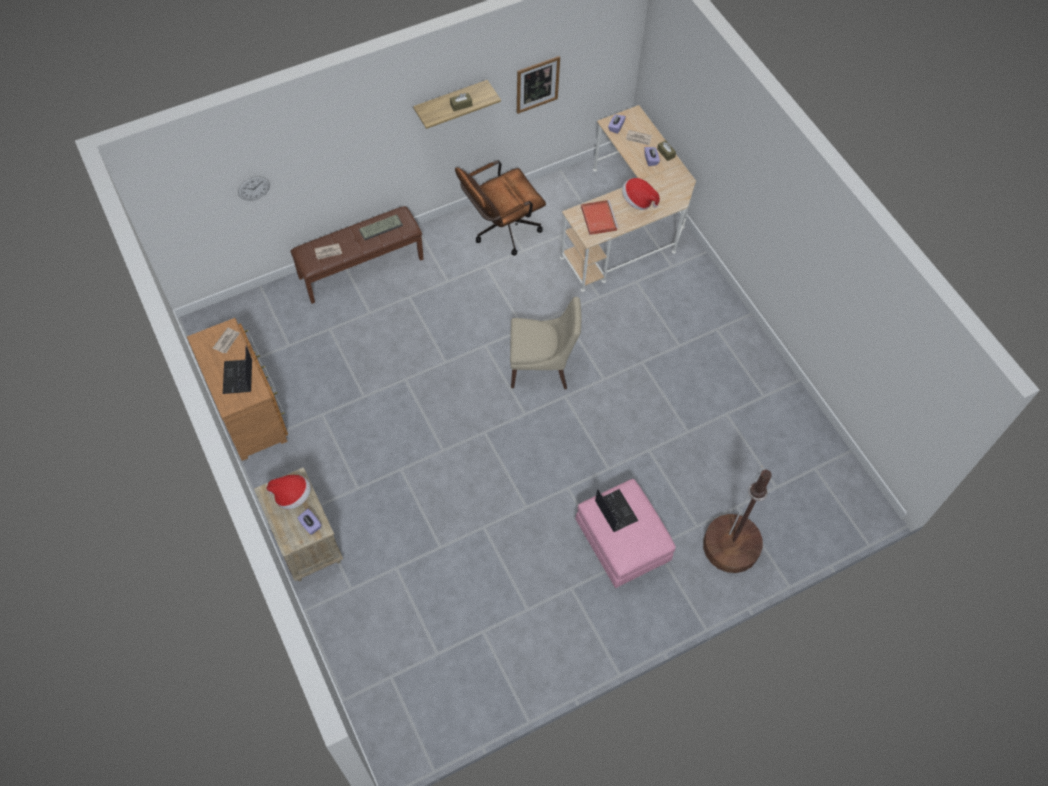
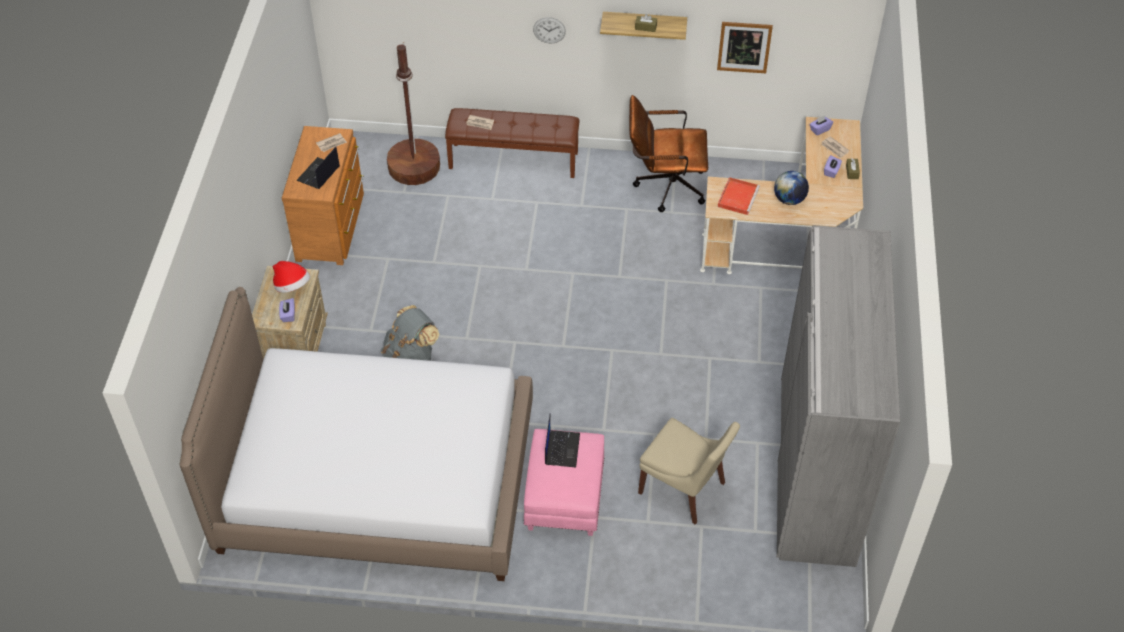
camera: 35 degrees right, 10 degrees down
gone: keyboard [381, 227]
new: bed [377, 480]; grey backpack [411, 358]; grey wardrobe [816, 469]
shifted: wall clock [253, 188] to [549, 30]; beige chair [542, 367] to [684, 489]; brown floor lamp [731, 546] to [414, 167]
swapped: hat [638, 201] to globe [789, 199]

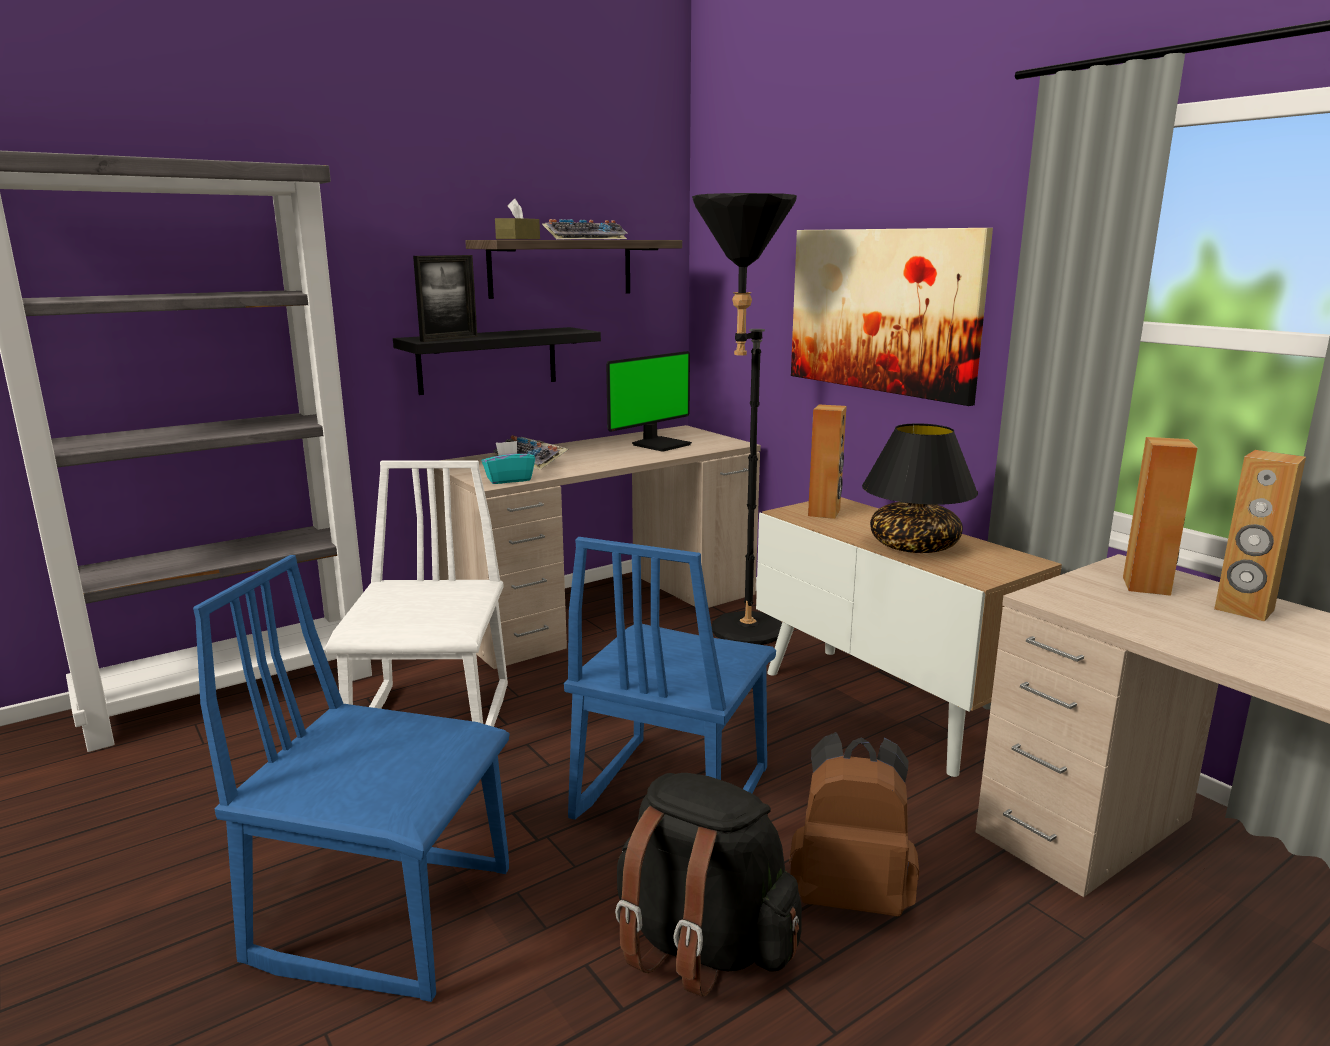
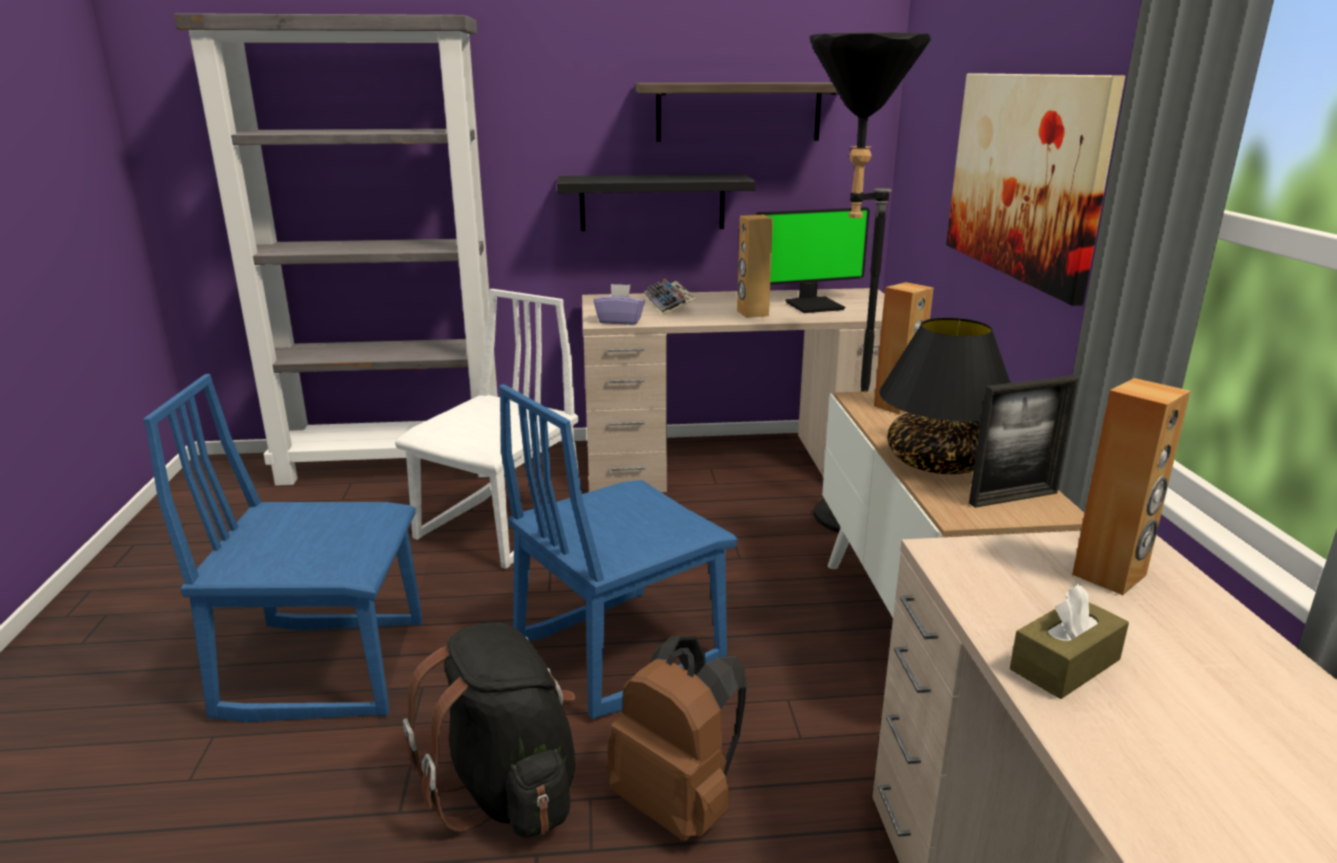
camera: 30 degrees right, 5 degrees up
gone: keyboard [585, 239]
shifted: picture frame [449, 339] to [1013, 498]; brown tissue box [518, 239] to [1065, 664]; brown speaker [1244, 610] to [752, 313]
repainted: turquoise tissue box [509, 480] to purple tissue box [620, 321]
rotated: blue chair [385, 913] = [325, 667] 45 degrees counterclockwise

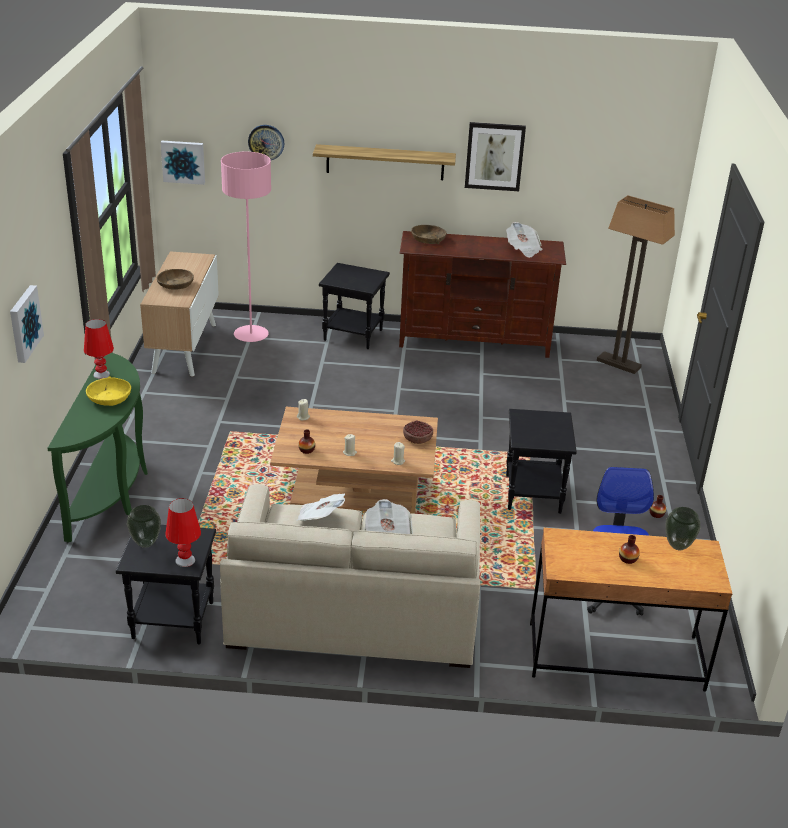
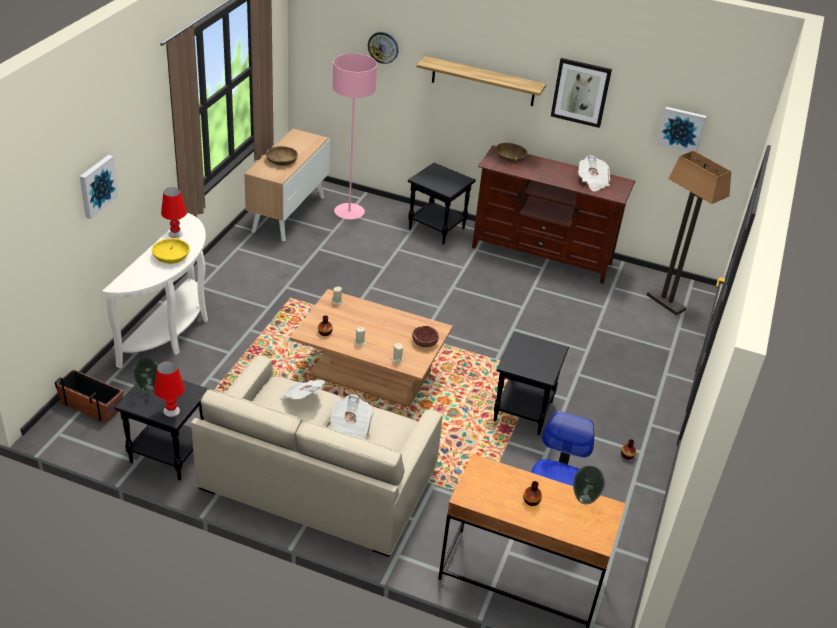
camera: 15 degrees right, 5 degrees up
new: planter [91, 406]
shifted: picture [183, 161] to [681, 129]
repainted: green console table [112, 491] to white console table [172, 331]

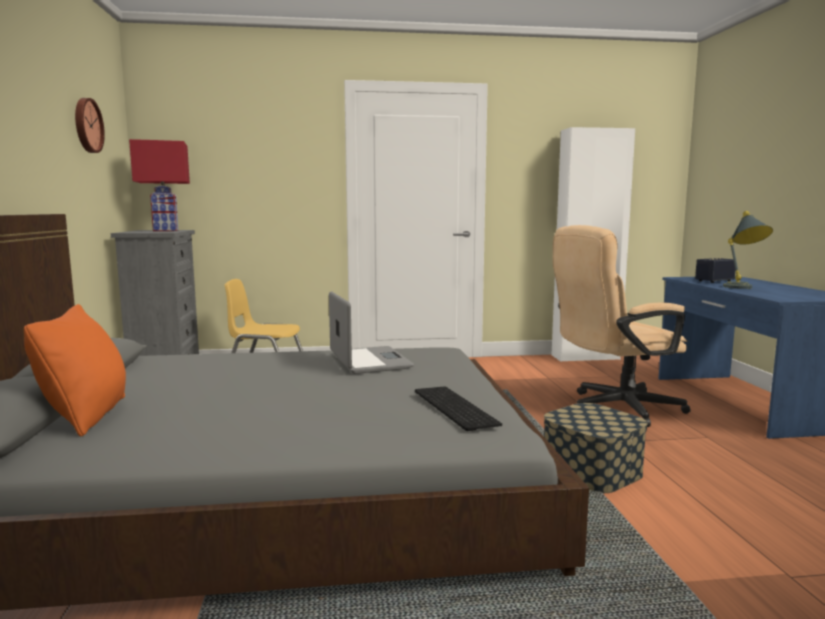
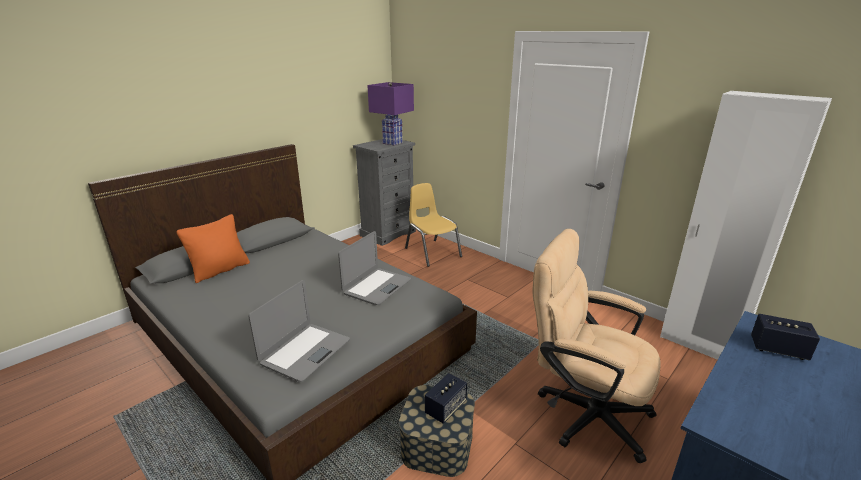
camera: 50 degrees right, 15 degrees up
gone: wall clock [87, 125]; grey table lamp [742, 288]
new: speaker [445, 408]
swapped: keyboard [452, 407] to laptop [305, 352]
repainted: red table lamp [165, 230] to purple table lamp [392, 143]

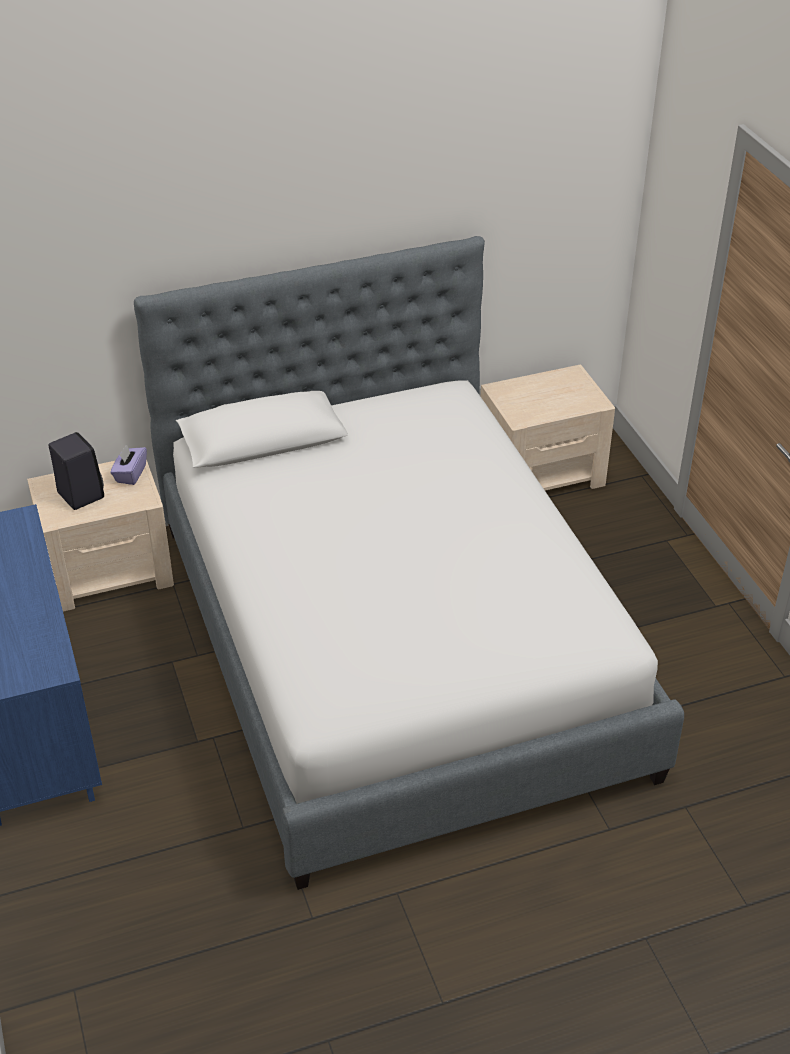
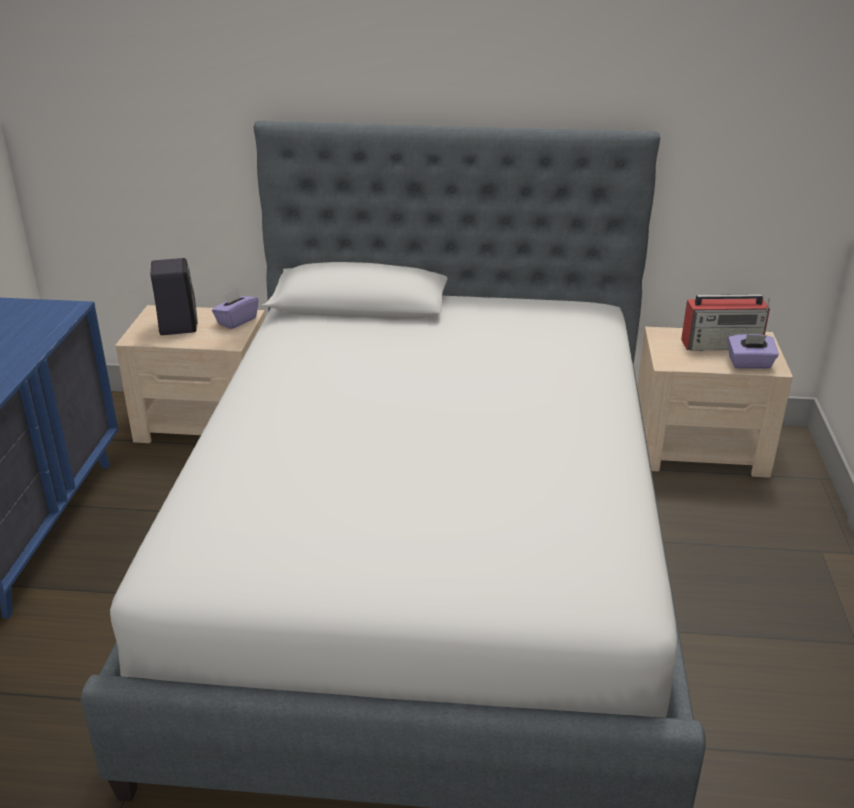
camera: 25 degrees right, 10 degrees down
new: radio [722, 344]; purple tissue box [749, 364]

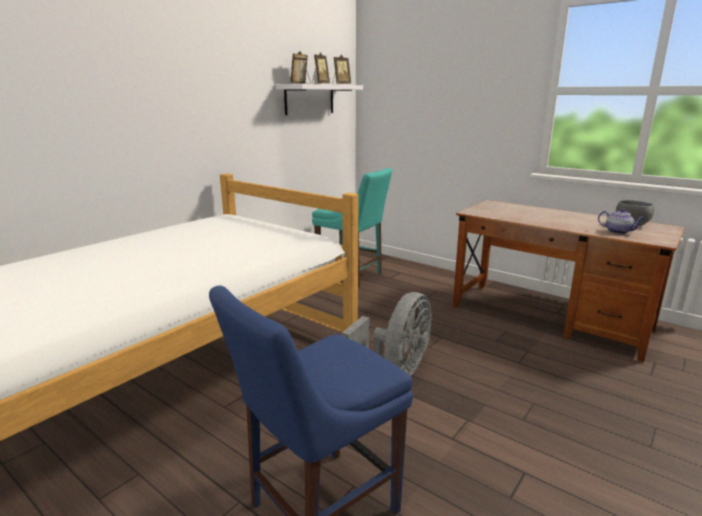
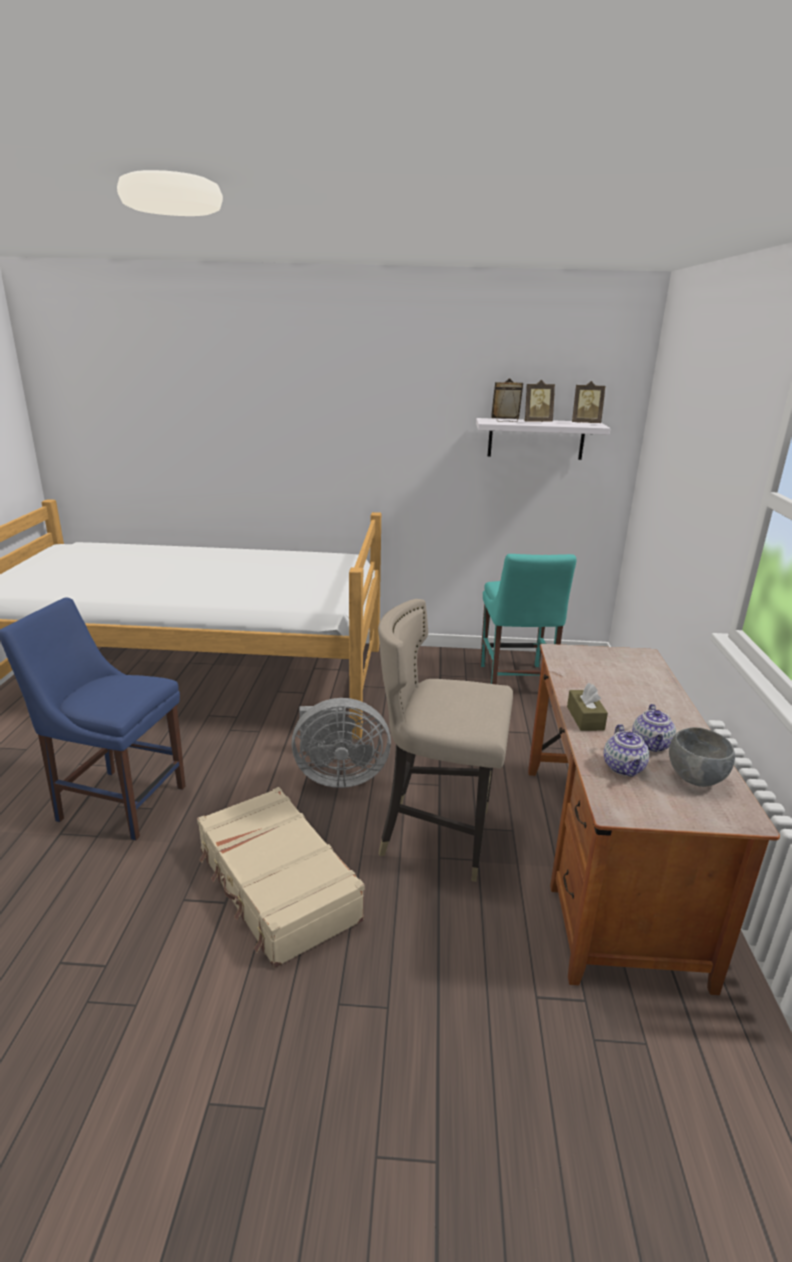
camera: 55 degrees right, 5 degrees up
new: beige suitcase [276, 886]; beige stool [438, 836]; brown tissue box [585, 718]; teapot [651, 745]

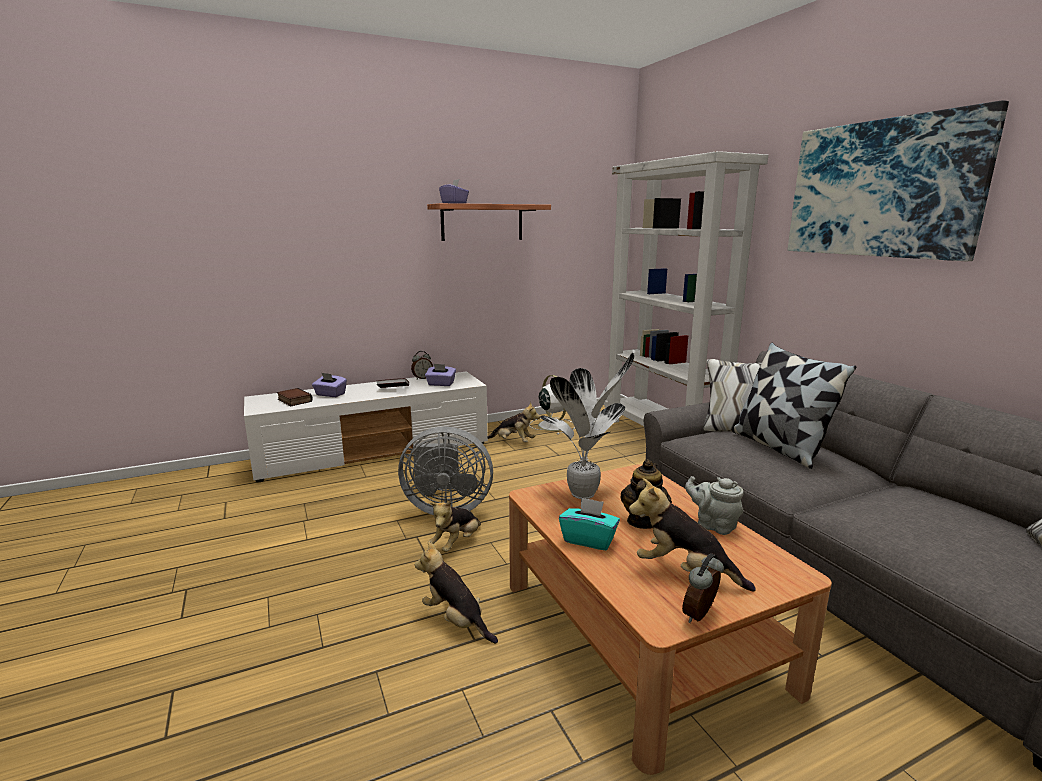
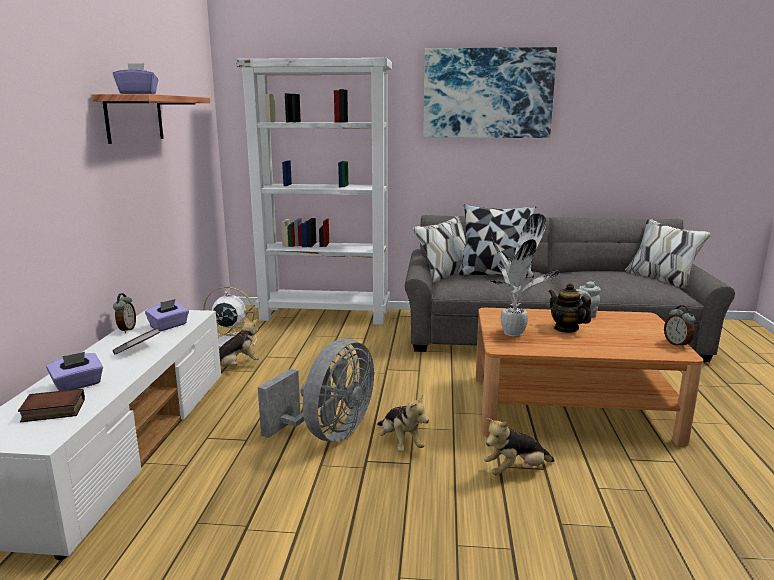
camera: 60 degrees left, 0 degrees up
gone: turquoise tissue box [589, 540]; plush toy [684, 573]

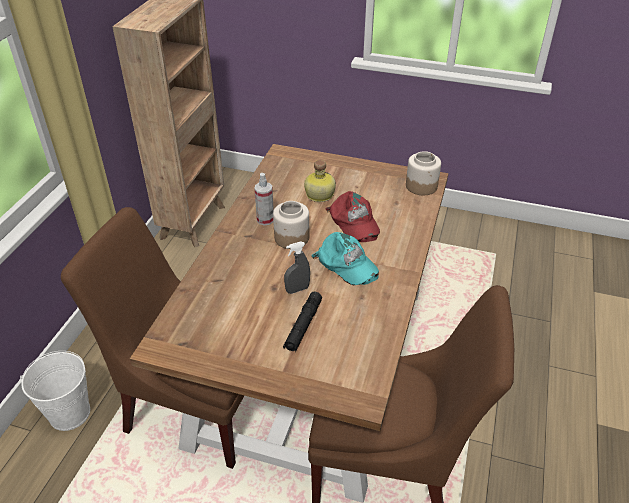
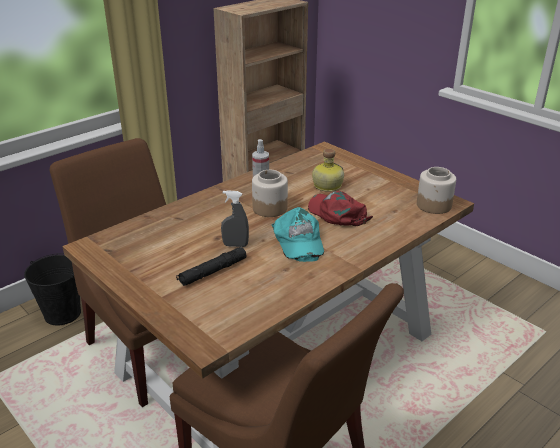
camera: 30 degrees right, 10 degrees down
repainted: white bucket [70, 413] to black bucket [62, 314]
rotated: red cap [353, 222] = [337, 213] 135 degrees clockwise

